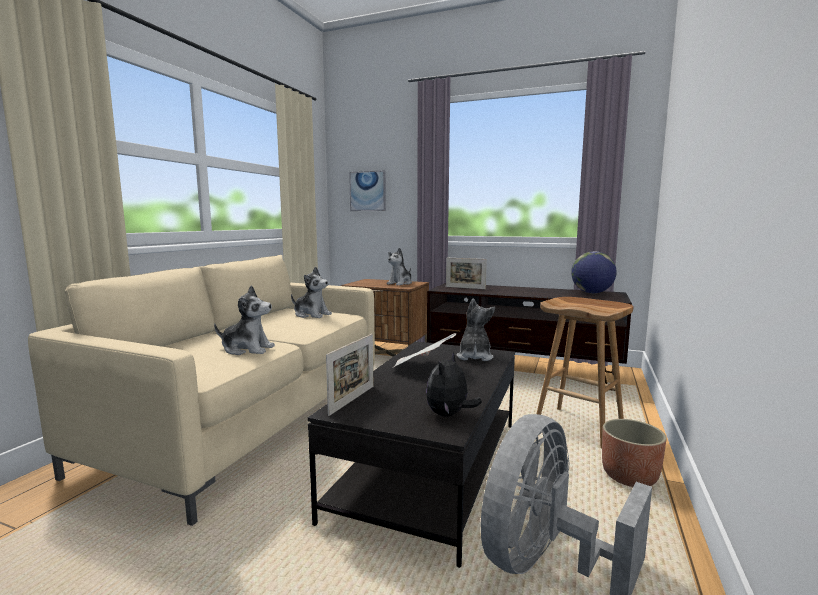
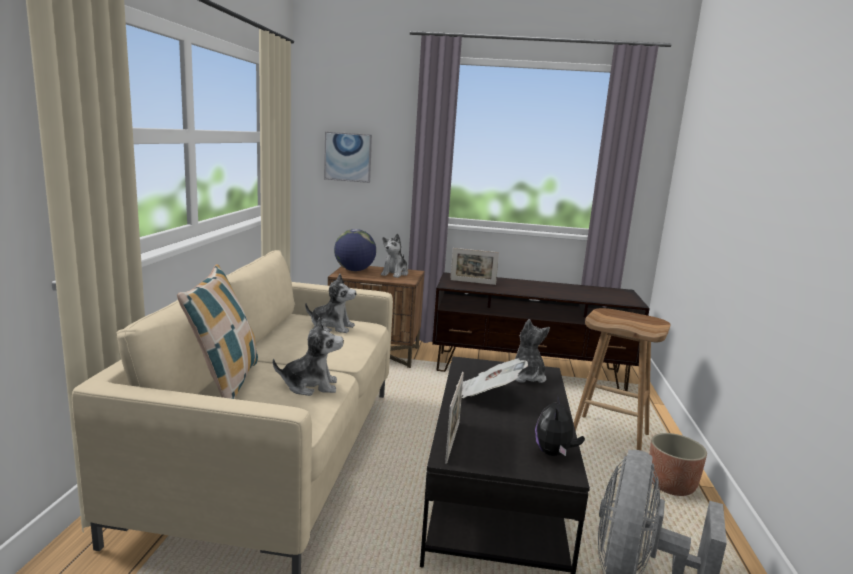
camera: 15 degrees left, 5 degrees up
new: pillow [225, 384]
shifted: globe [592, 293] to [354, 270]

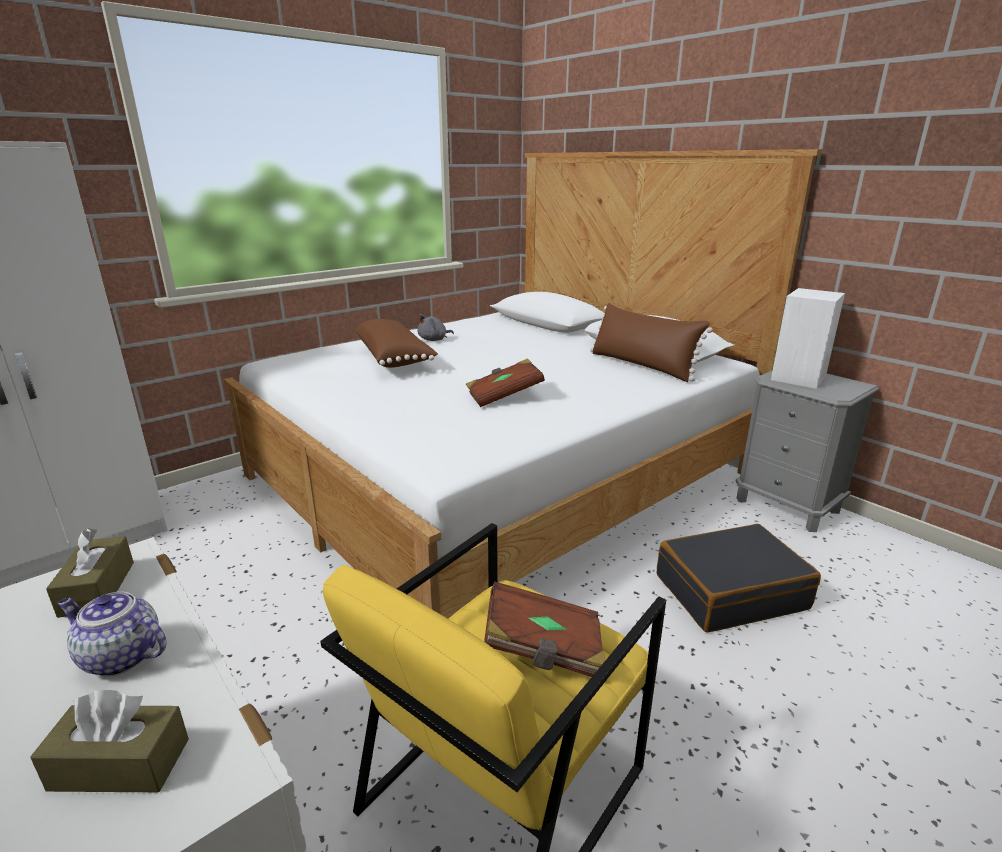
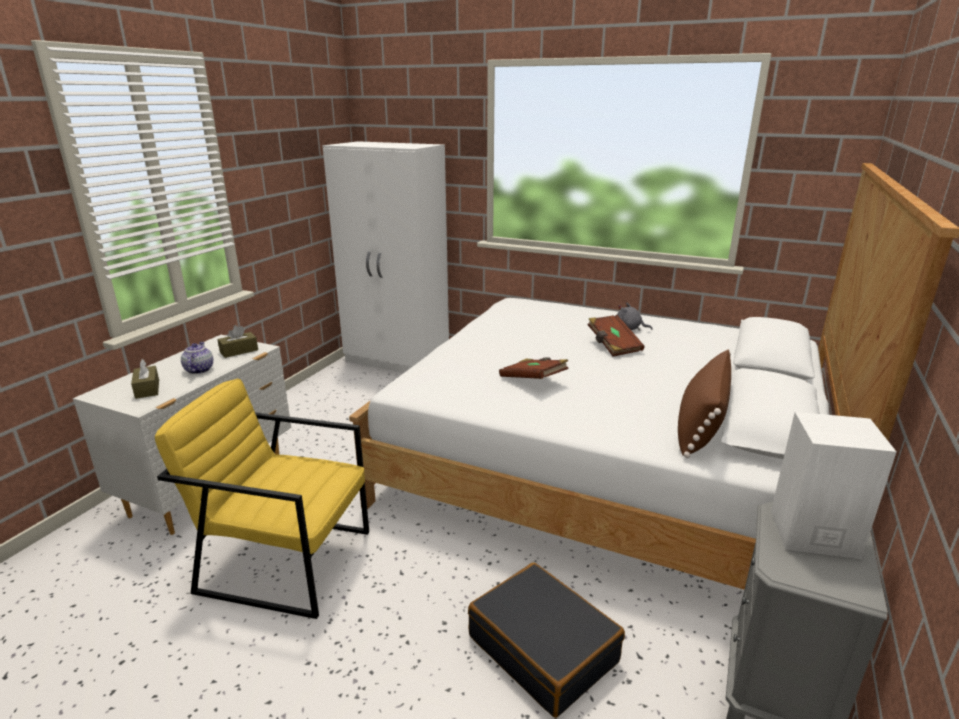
camera: 65 degrees right, 0 degrees up
gone: brown pillow [394, 358]
shifted: brown book [543, 649] to [613, 345]

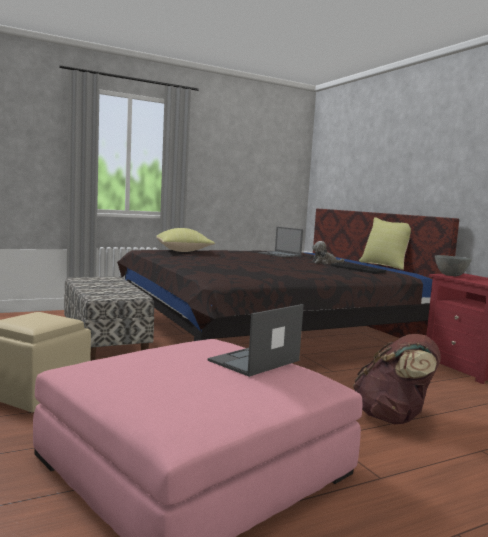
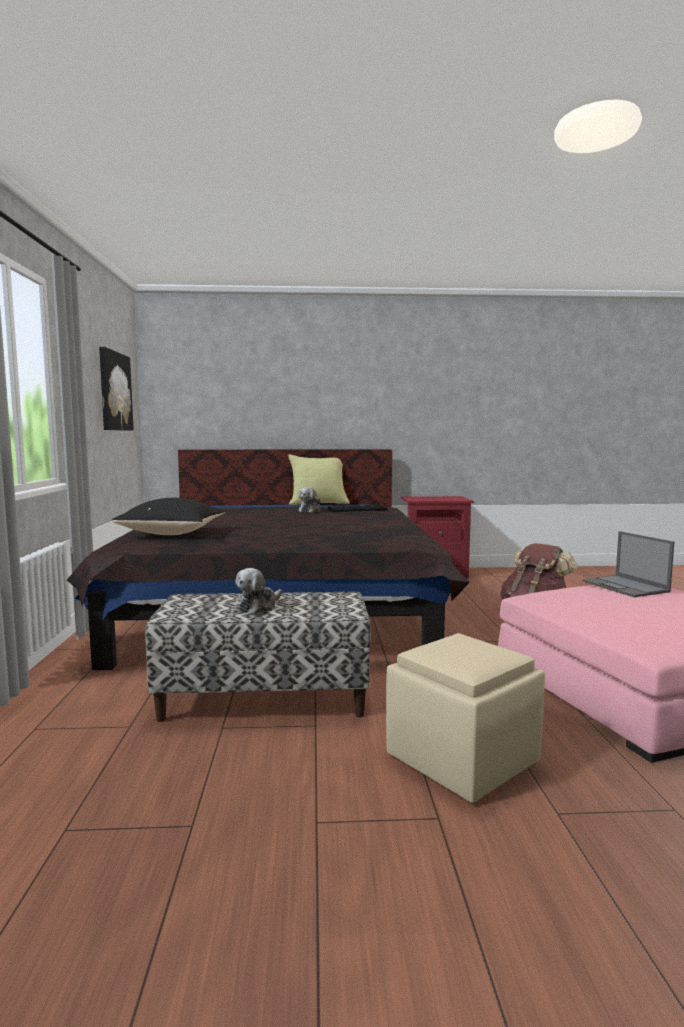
camera: 65 degrees left, 0 degrees up
gone: laptop [280, 254]; grey bowl [451, 275]
new: picture [114, 391]; plush toy [259, 606]
repainted: yellow pillow [184, 251] to black pillow [174, 534]

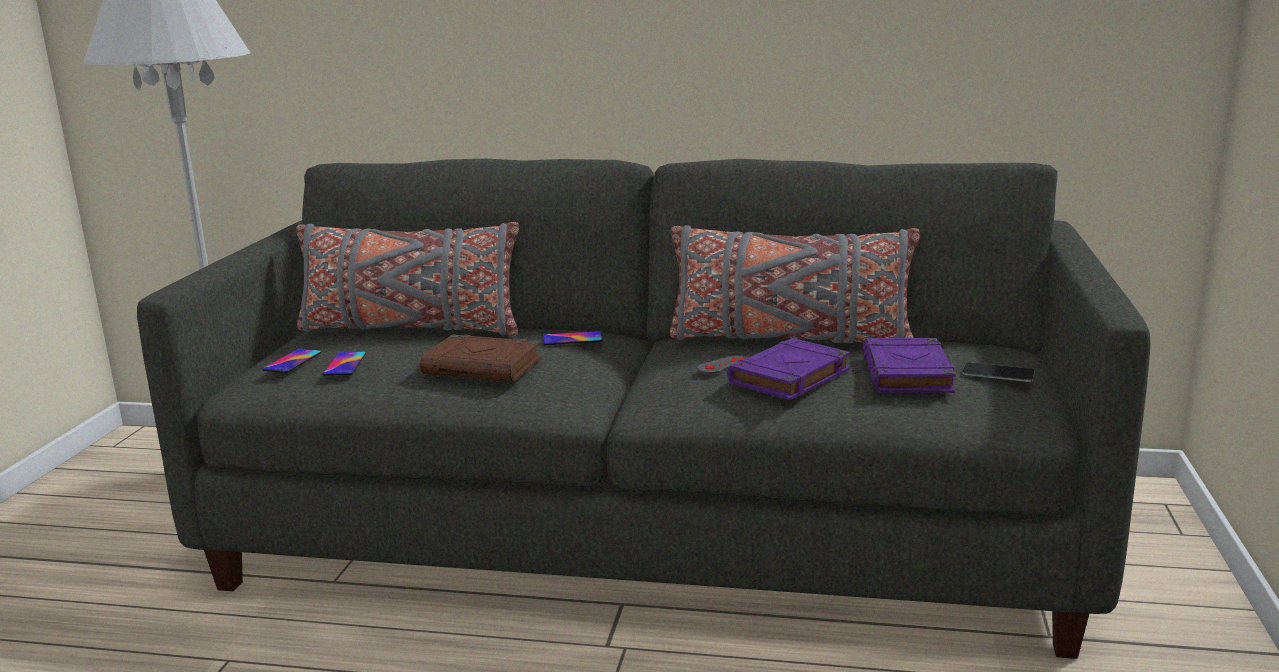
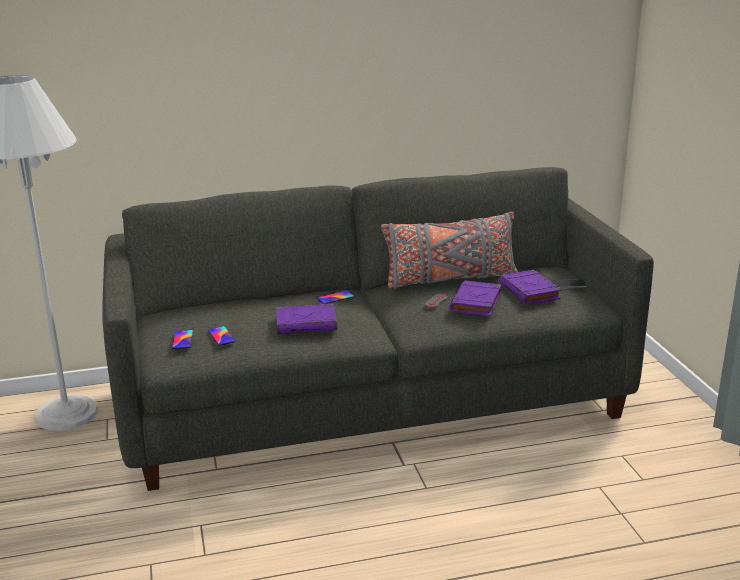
camera: 25 degrees left, 5 degrees up
gone: grey pillow [410, 329]
repainted: brown book [483, 366] to purple book [307, 324]

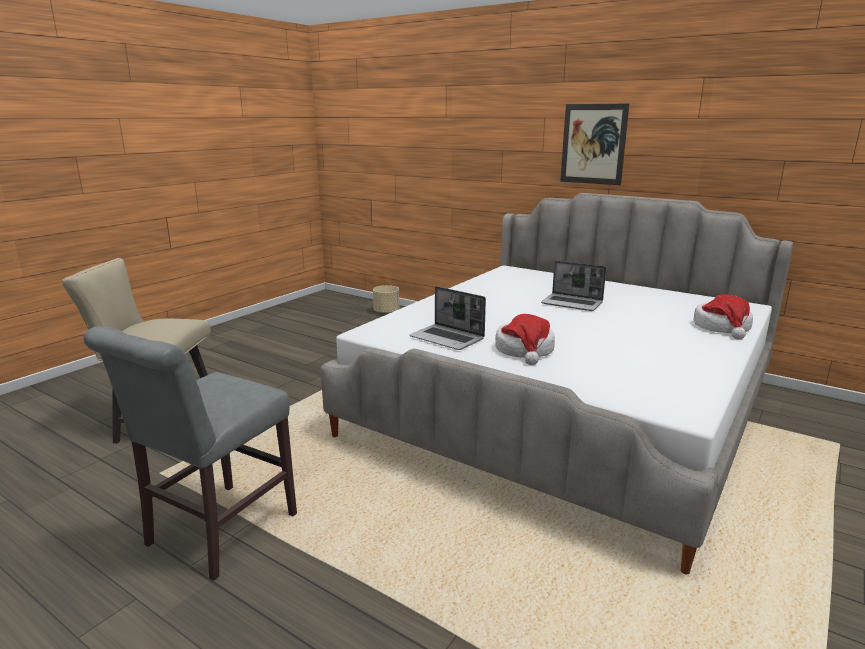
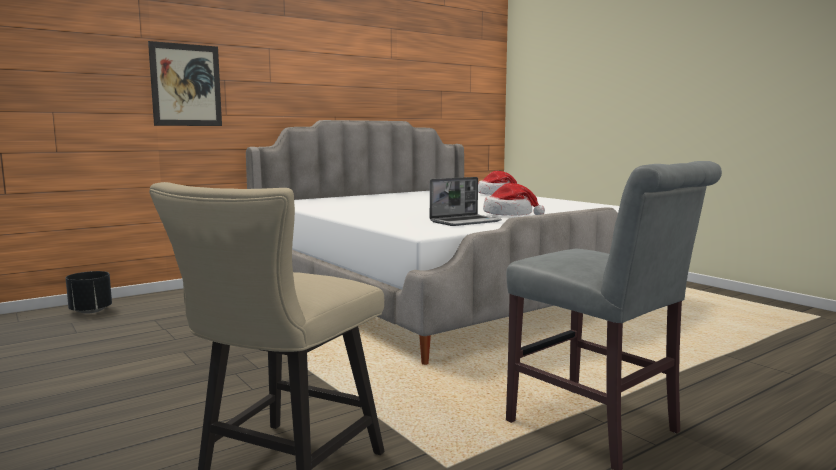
camera: 70 degrees left, 10 degrees down
gone: laptop [572, 303]
shifted: picture [593, 144] to [186, 85]
repainted: beige planter [386, 312] to black planter [90, 311]

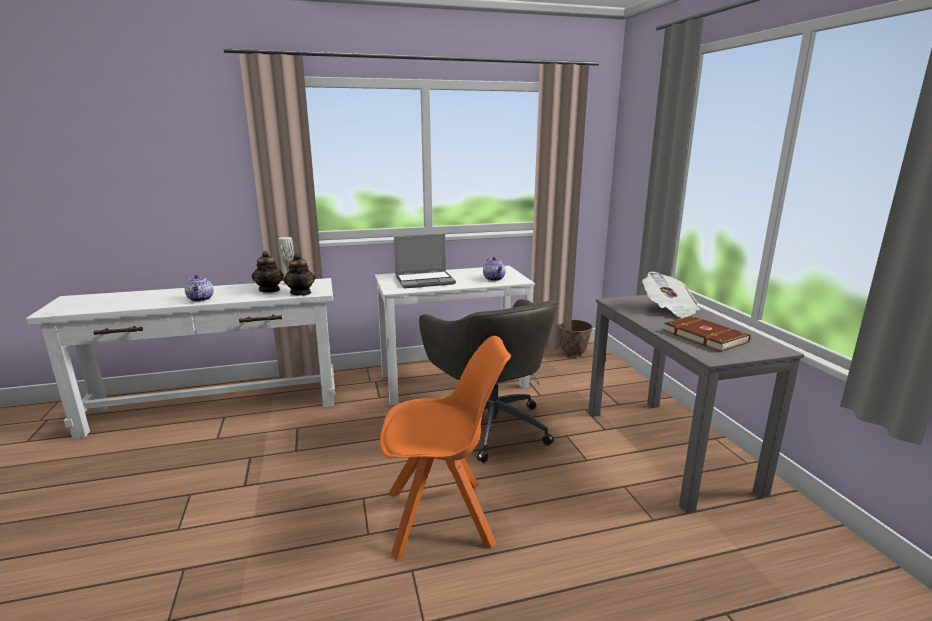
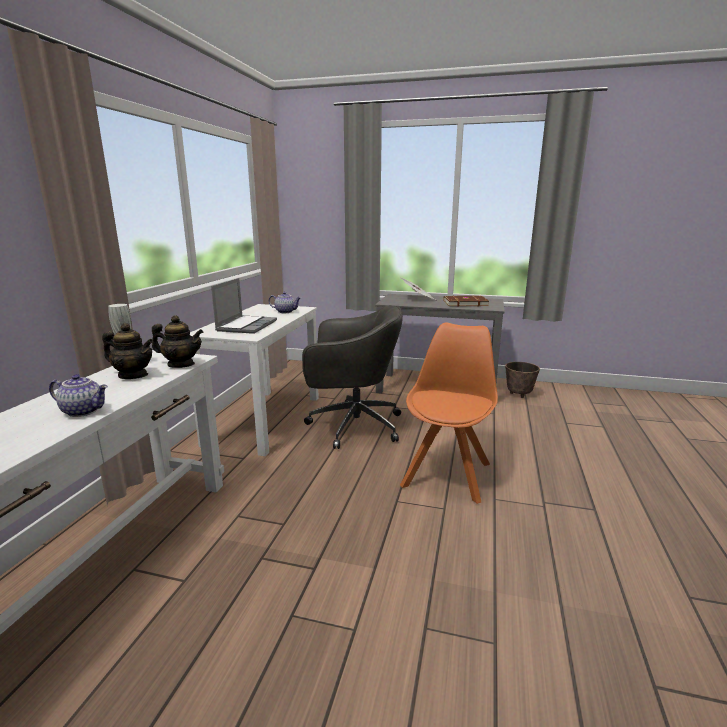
camera: 60 degrees left, 0 degrees up
shifted: planter [573, 354] to [519, 394]

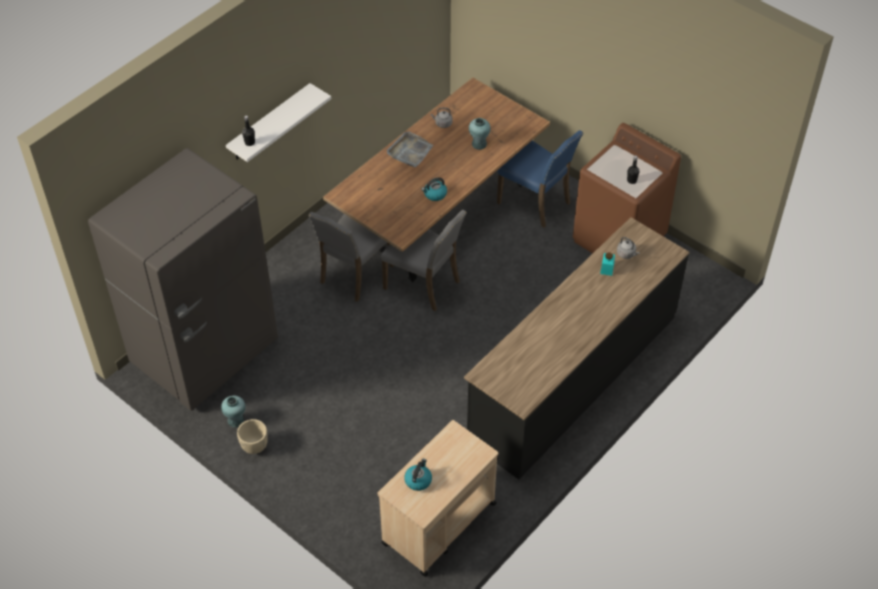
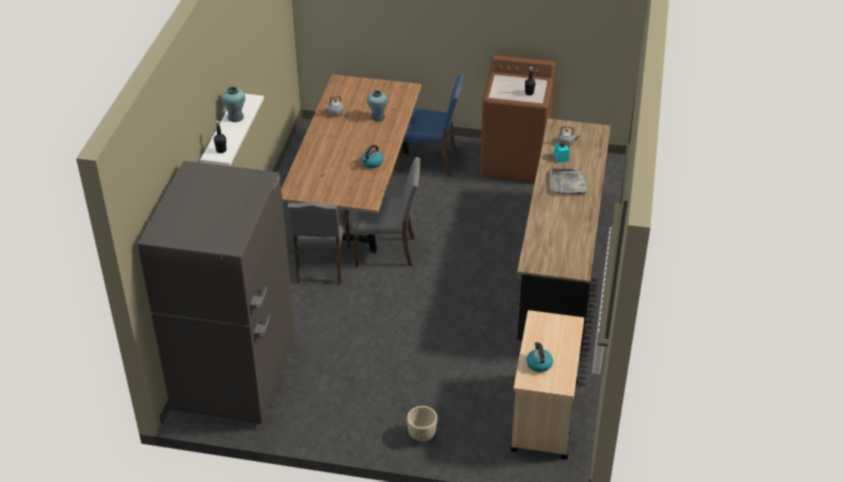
camera: 30 degrees left, 10 degrees down
shifted: turquoise vase [235, 420] to [235, 117]; beige planter [254, 446] to [422, 435]; grey tray [410, 151] to [567, 183]

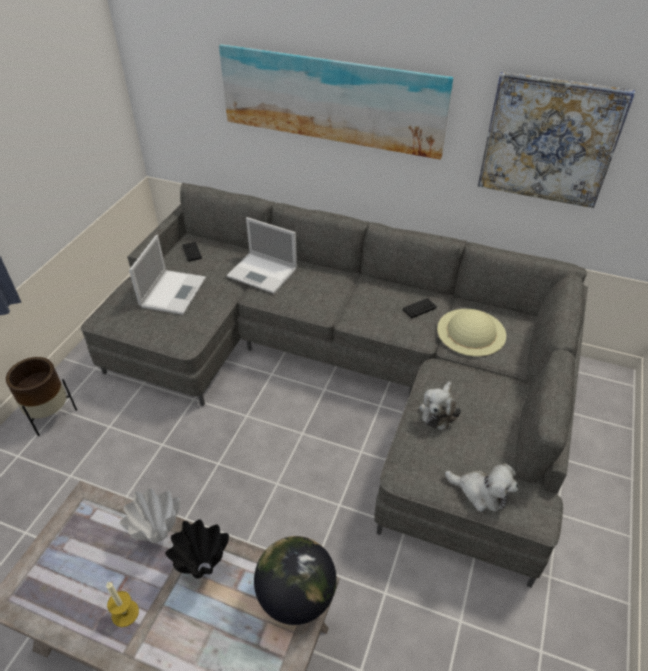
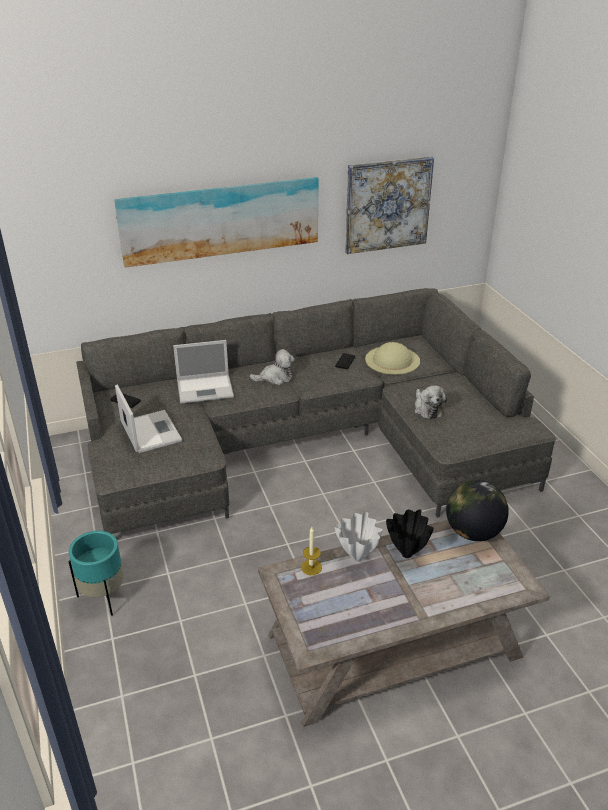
camera: 40 degrees left, 10 degrees down
shifted: candle [125, 613] to [311, 567]; plush toy [481, 492] to [275, 378]
repainted: brown planter [50, 416] to turquoise planter [103, 597]

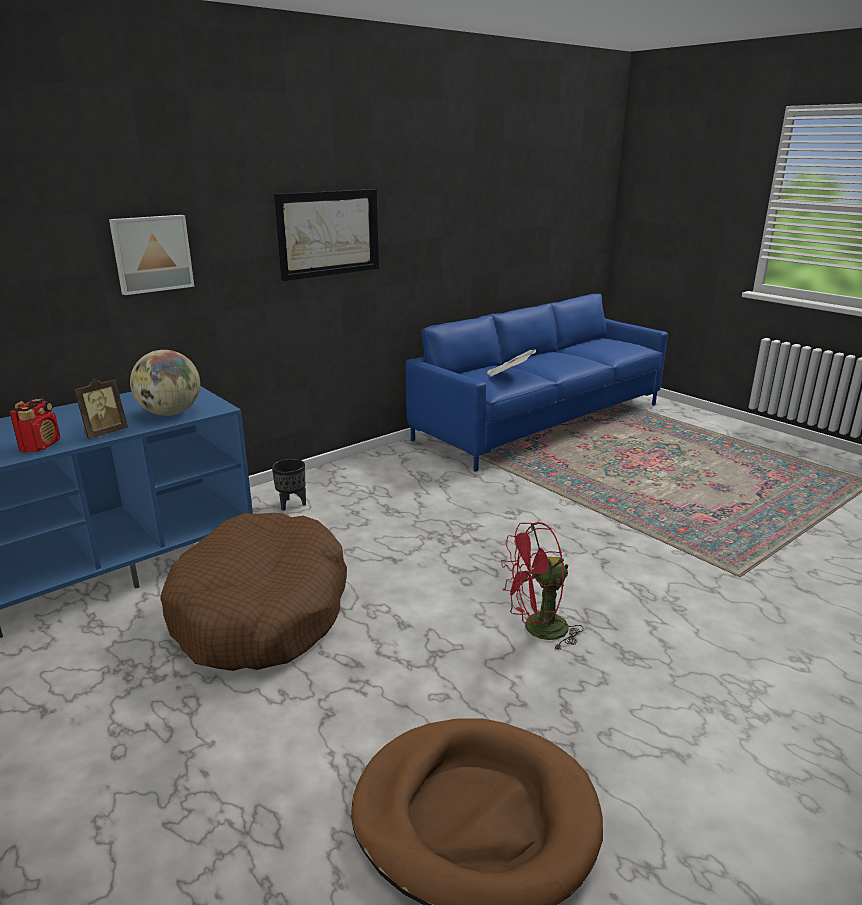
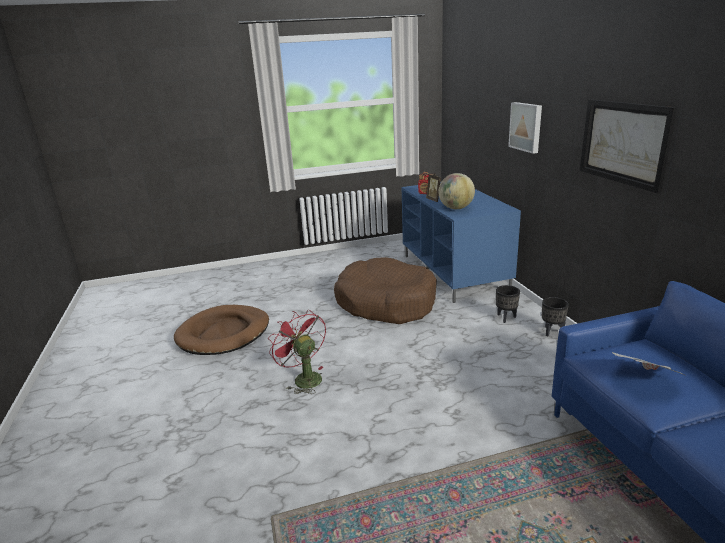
camera: 115 degrees right, 0 degrees up
new: black planter [551, 331]
rotated: red fan [537, 630] = [303, 378] 45 degrees counterclockwise

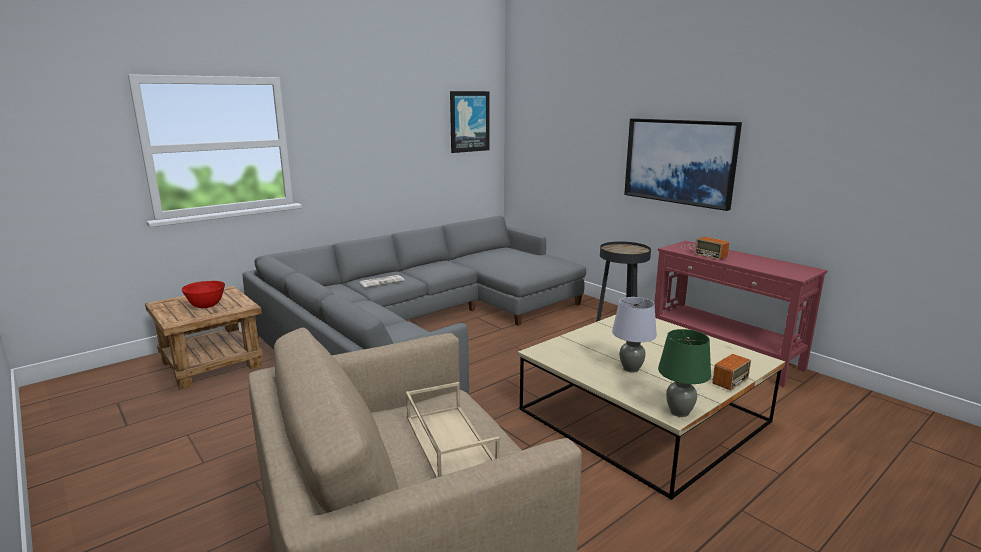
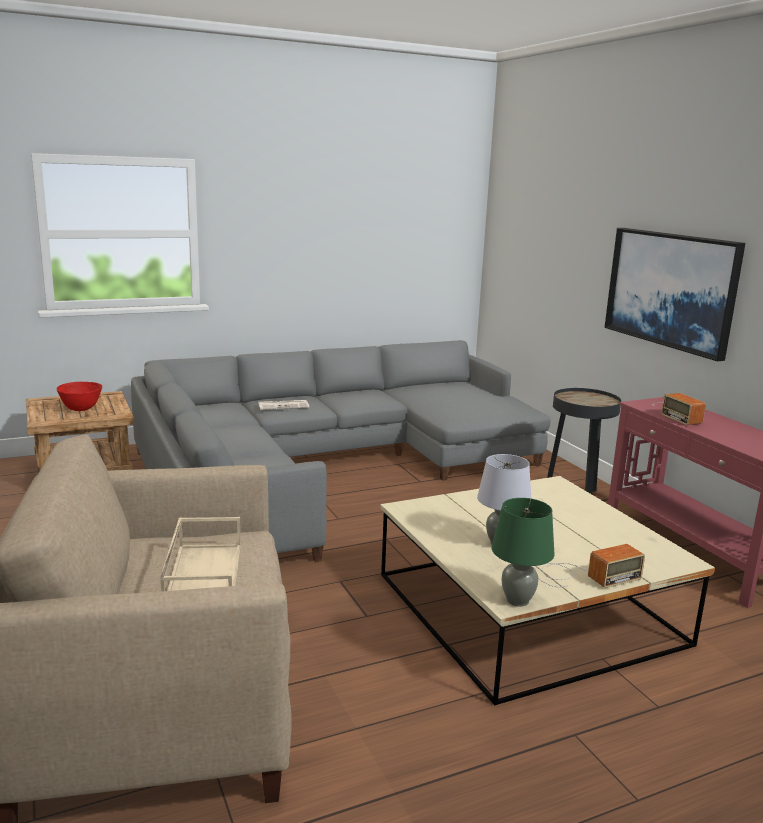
camera: 15 degrees right, 0 degrees up
gone: picture [469, 121]

